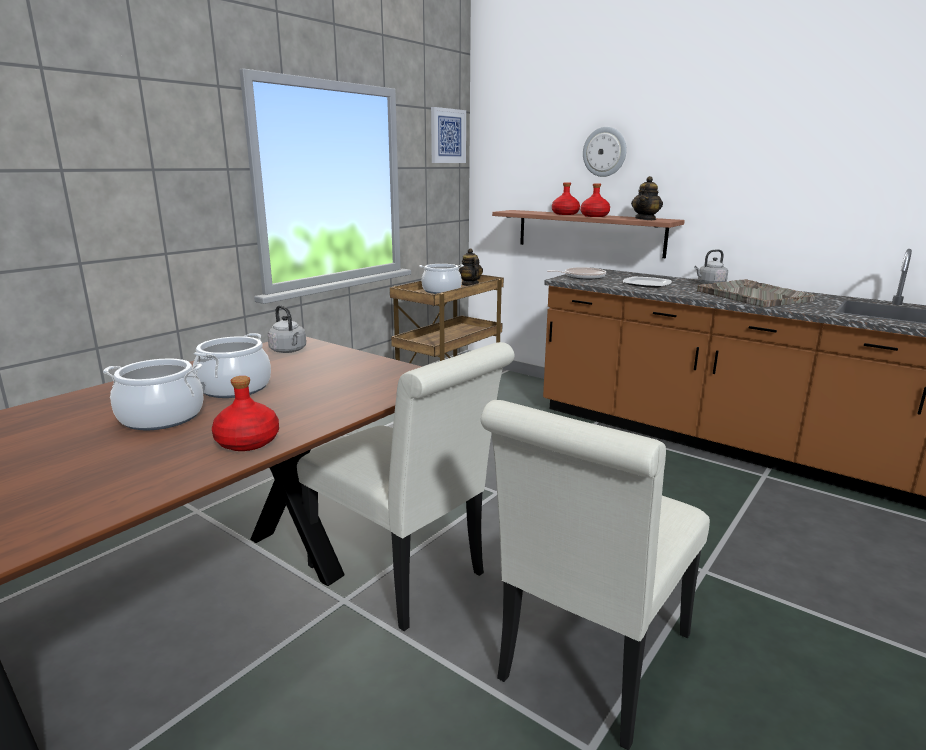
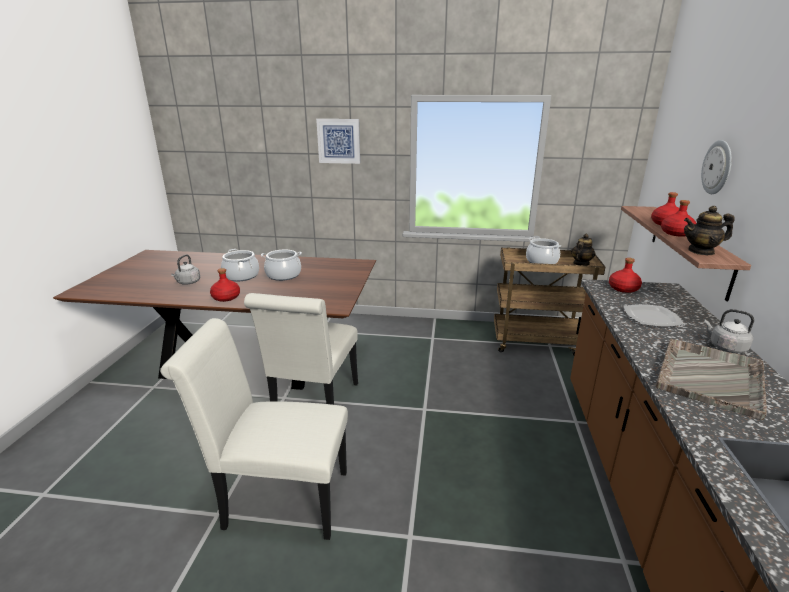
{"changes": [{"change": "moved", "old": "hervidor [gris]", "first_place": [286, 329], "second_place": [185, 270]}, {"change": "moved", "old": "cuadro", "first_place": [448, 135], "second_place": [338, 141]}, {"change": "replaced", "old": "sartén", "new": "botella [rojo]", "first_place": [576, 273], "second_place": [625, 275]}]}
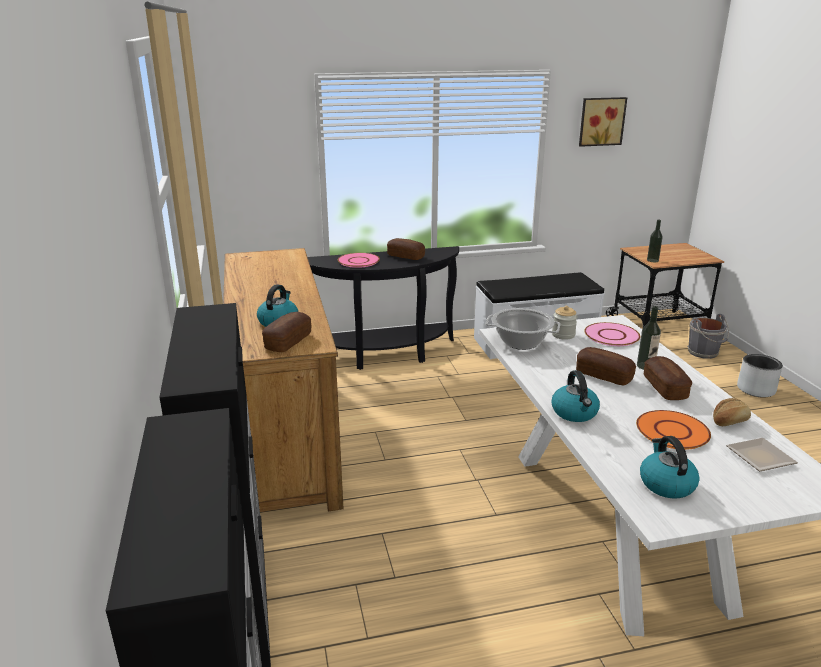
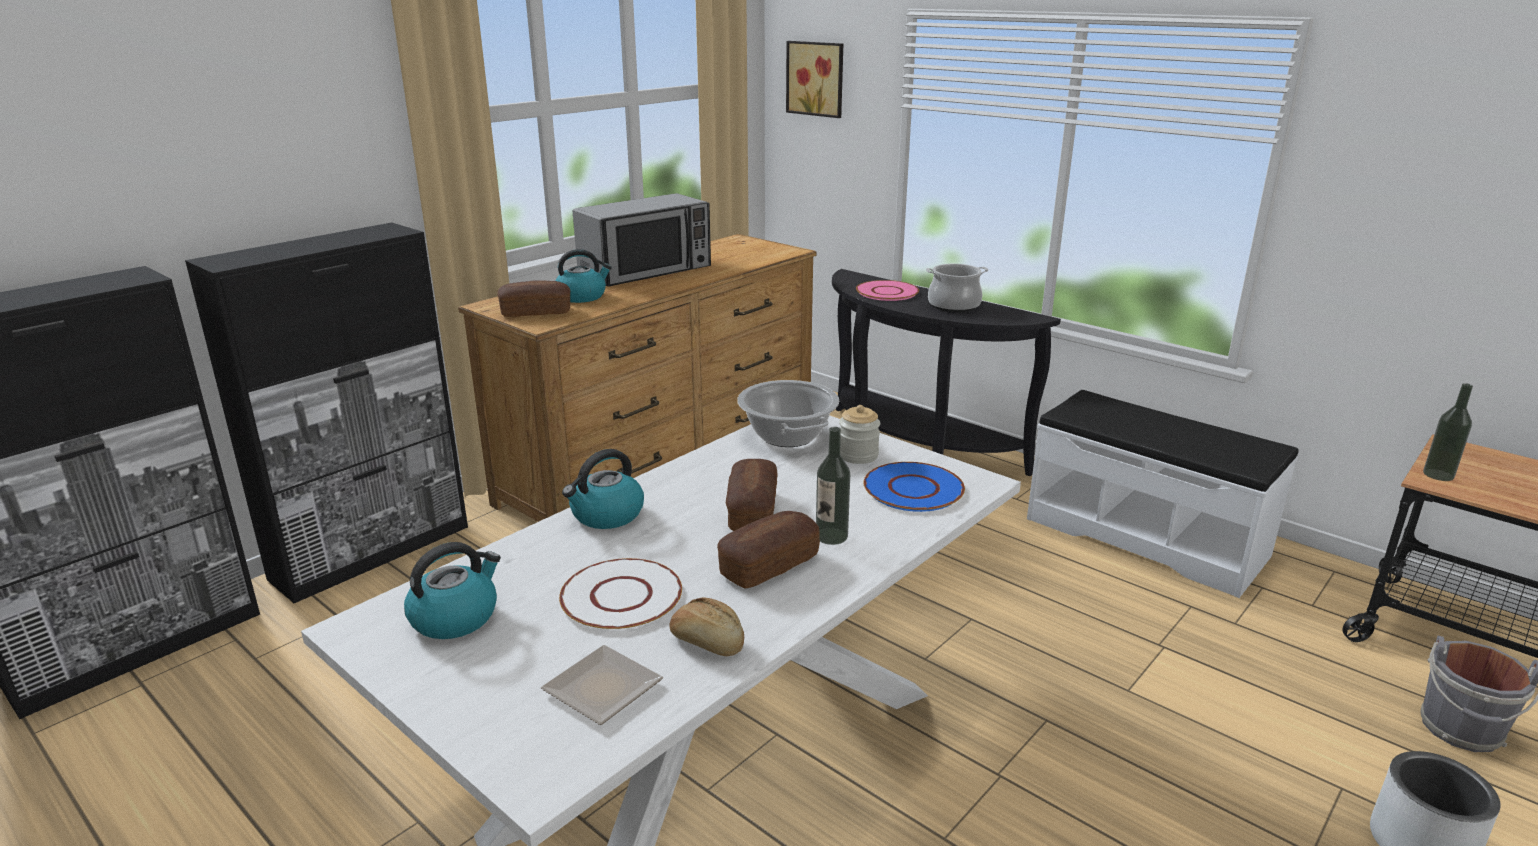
{"changes": [{"change": "recoloured", "old": "plato [naranja]", "new": "plato [blanco]", "first_place": [673, 430], "second_place": [620, 594]}, {"change": "added", "new": "microondas", "second_place": [642, 240]}, {"change": "moved", "old": "cuadro", "first_place": [603, 122], "second_place": [814, 79]}, {"change": "recoloured", "old": "plato [rosa]", "new": "plato [azul]", "first_place": [612, 334], "second_place": [914, 487]}, {"change": "replaced", "old": "pan", "new": "olla", "first_place": [406, 249], "second_place": [957, 288]}]}
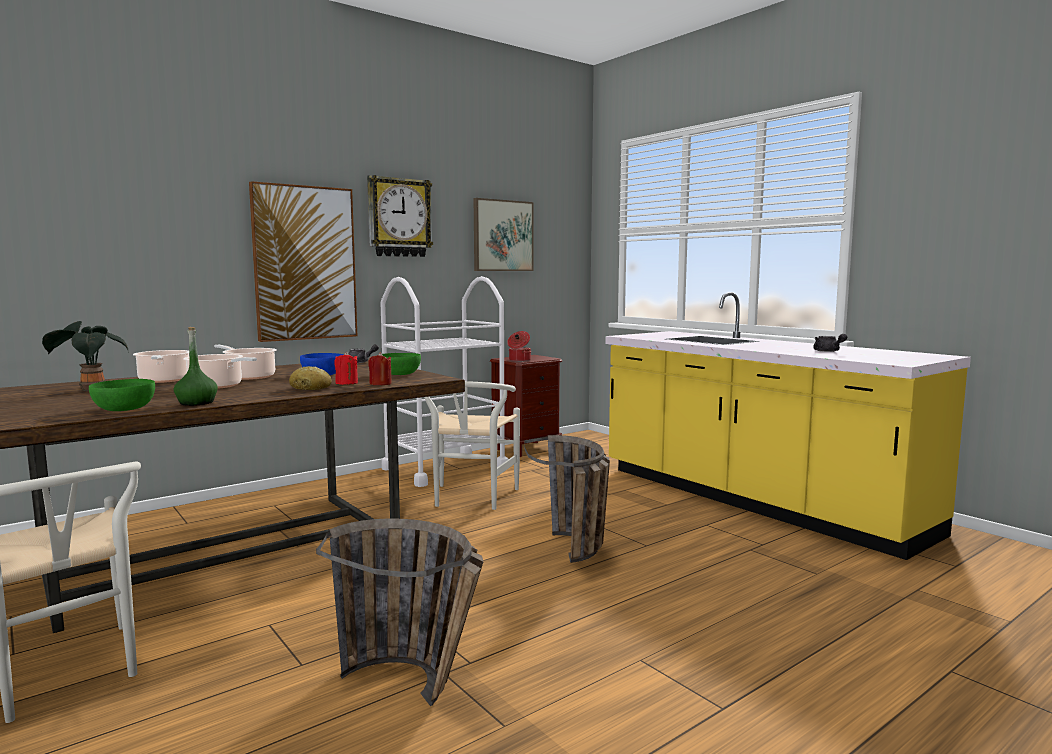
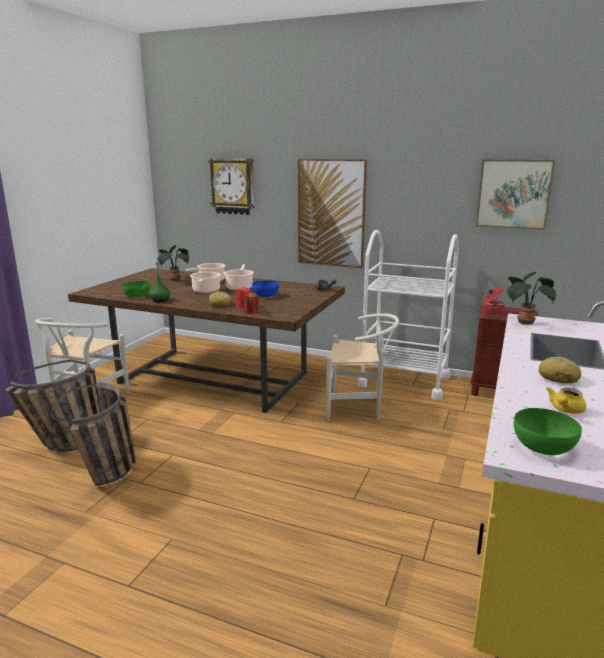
{"changes": [{"change": "moved", "old": "cesta", "first_place": [567, 499], "second_place": [53, 406]}, {"change": "moved", "old": "reloj de pared", "first_place": [400, 216], "second_place": [231, 186]}, {"change": "turned", "old": "silla [blanco]", "first_place": [472, 445], "second_place": [362, 367], "degrees": -150}, {"change": "added", "new": "planta en maceta", "second_place": [531, 298]}, {"change": "moved", "old": "cuenco [verde]", "first_place": [401, 364], "second_place": [548, 431]}, {"change": "added", "new": "pan", "second_place": [560, 370]}, {"change": "recoloured", "old": "tetera [gris]", "new": "tetera [amarillo]", "first_place": [830, 343], "second_place": [566, 400]}]}
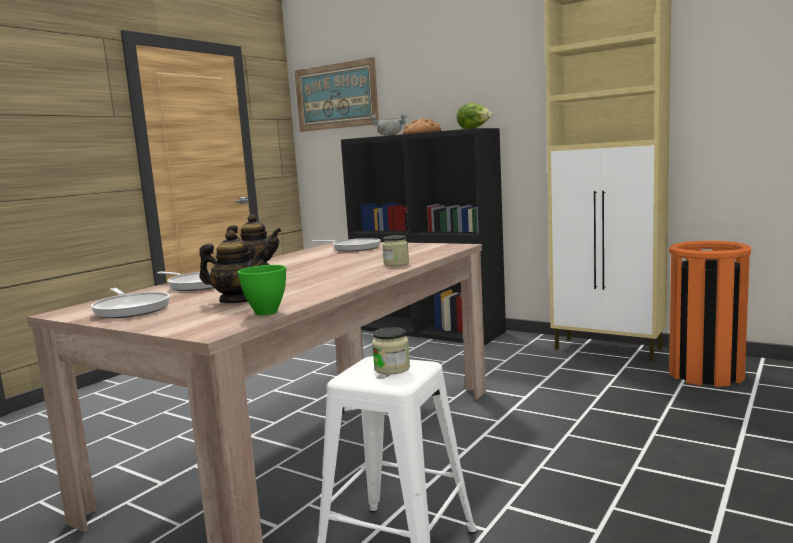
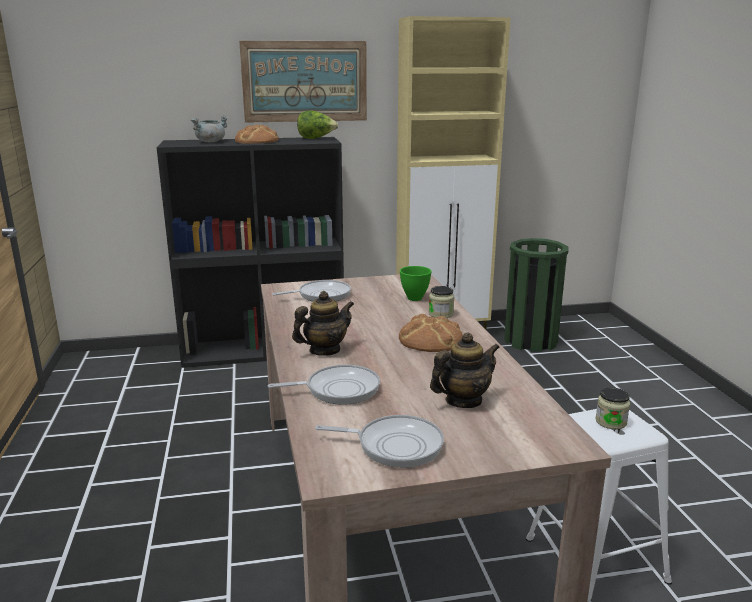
{"changes": [{"change": "moved", "old": "cuadro", "first_place": [337, 94], "second_place": [303, 82]}, {"change": "added", "new": "pan", "second_place": [431, 332]}, {"change": "moved", "old": "cuenco [verde]", "first_place": [262, 290], "second_place": [415, 283]}, {"change": "recoloured", "old": "papelera [naranja]", "new": "papelera [verde]", "first_place": [710, 314], "second_place": [536, 295]}]}
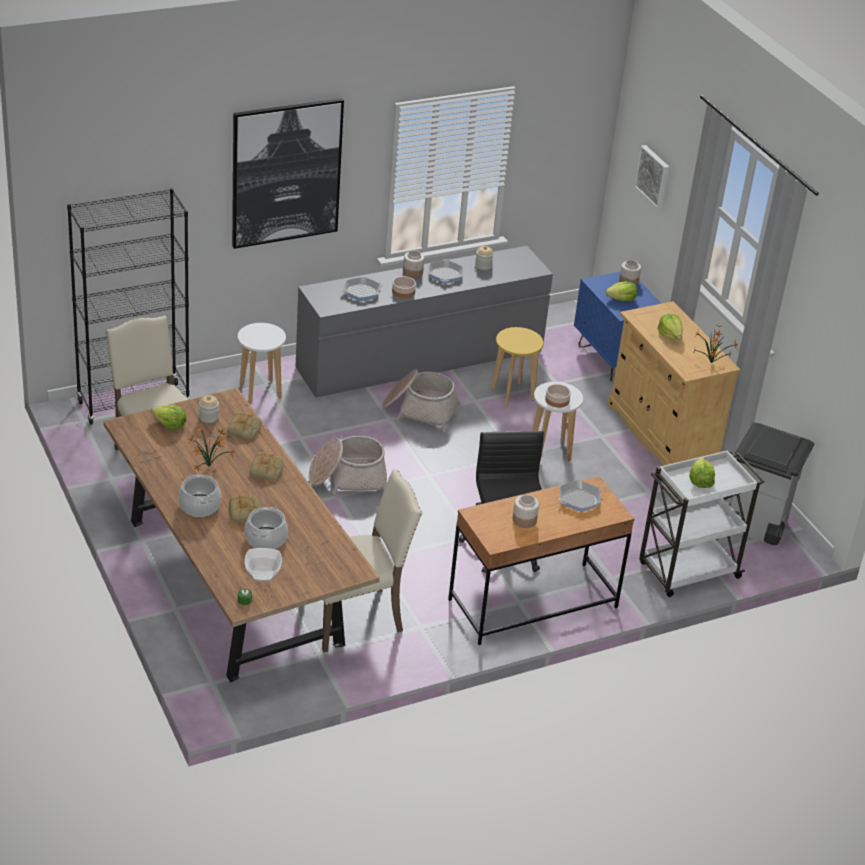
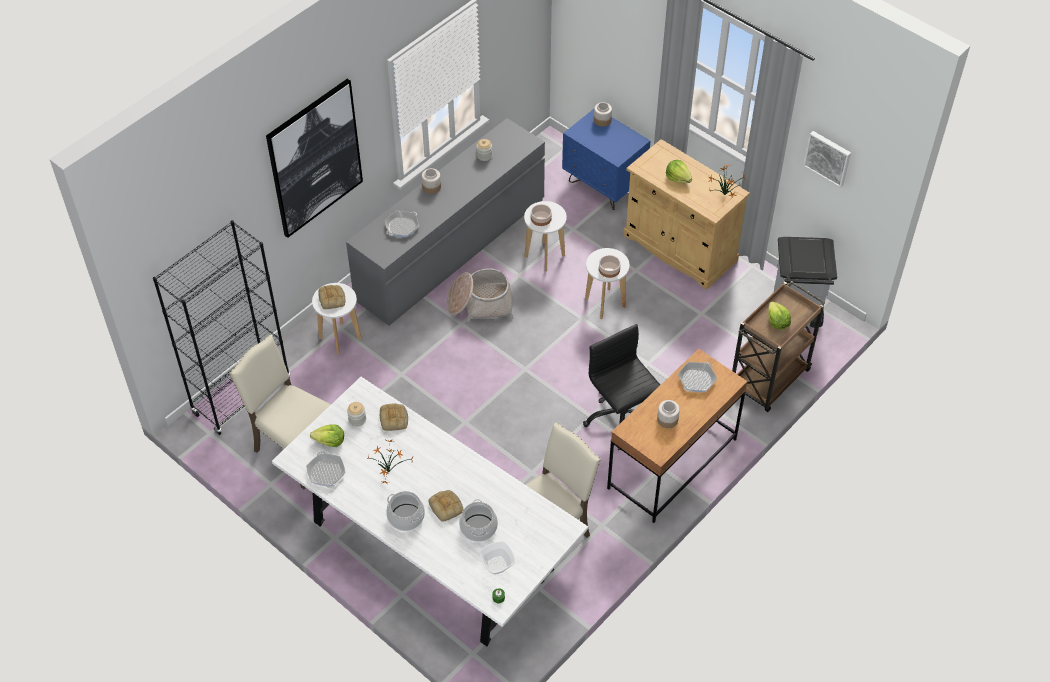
{"changes": [{"change": "recoloured", "old": "mesa de comedor [marrón]", "new": "mesa de comedor [blanco]", "first_place": [241, 535], "second_place": [430, 511]}, {"change": "moved", "old": "sartén", "first_place": [445, 271], "second_place": [326, 469]}, {"change": "moved", "old": "pan", "first_place": [266, 466], "second_place": [331, 297]}, {"change": "recoloured", "old": "taburete [amarillo]", "new": "taburete [blanco]", "first_place": [517, 367], "second_place": [545, 236]}, {"change": "moved", "old": "cuenco", "first_place": [404, 287], "second_place": [541, 215]}, {"change": "recoloured", "old": "carrito [blanco]", "new": "carrito [marrón]", "first_place": [702, 523], "second_place": [778, 346]}, {"change": "moved", "old": "cuadro", "first_place": [651, 177], "second_place": [827, 159]}, {"change": "removed", "old": "cesta", "first_place": [348, 465]}, {"change": "removed", "old": "lechuga", "first_place": [621, 291]}]}
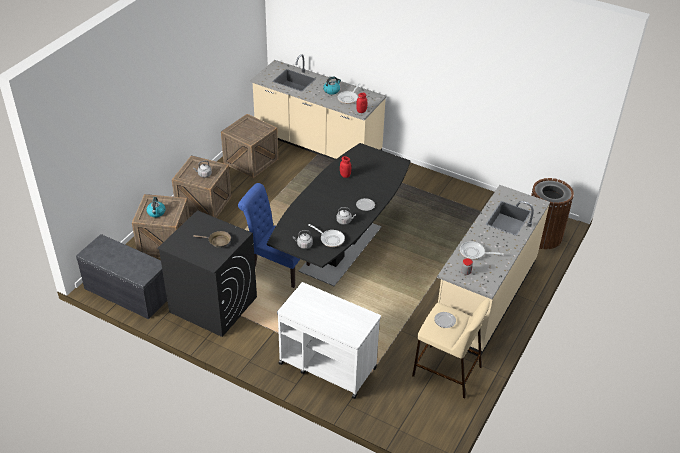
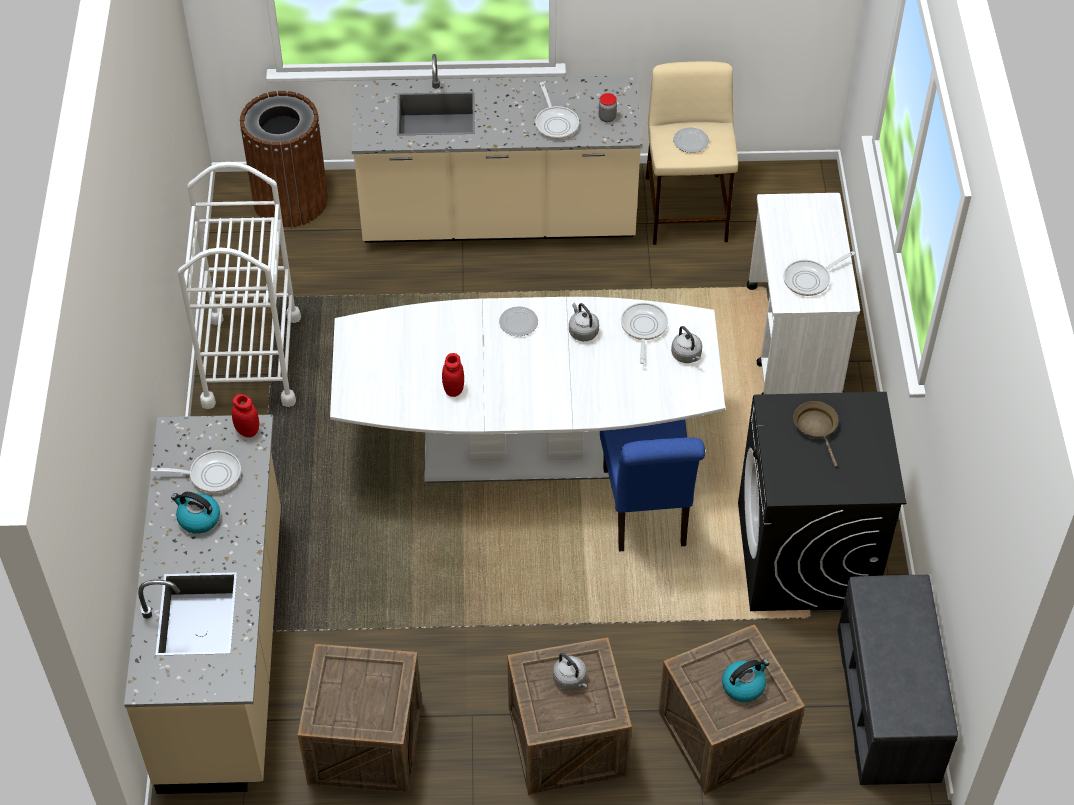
{"changes": [{"change": "added", "new": "carrito [blanco]", "second_place": [239, 285]}, {"change": "recoloured", "old": "mesa de comedor [negro]", "new": "mesa de comedor [blanco]", "first_place": [338, 214], "second_place": [527, 390]}, {"change": "added", "new": "sartén", "second_place": [819, 273]}]}
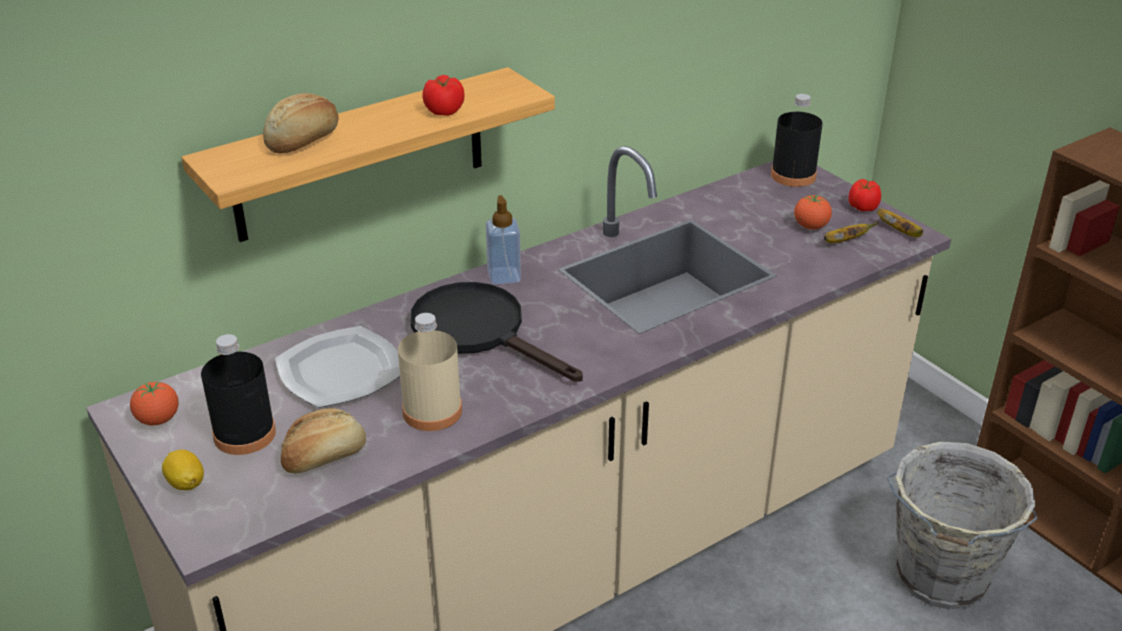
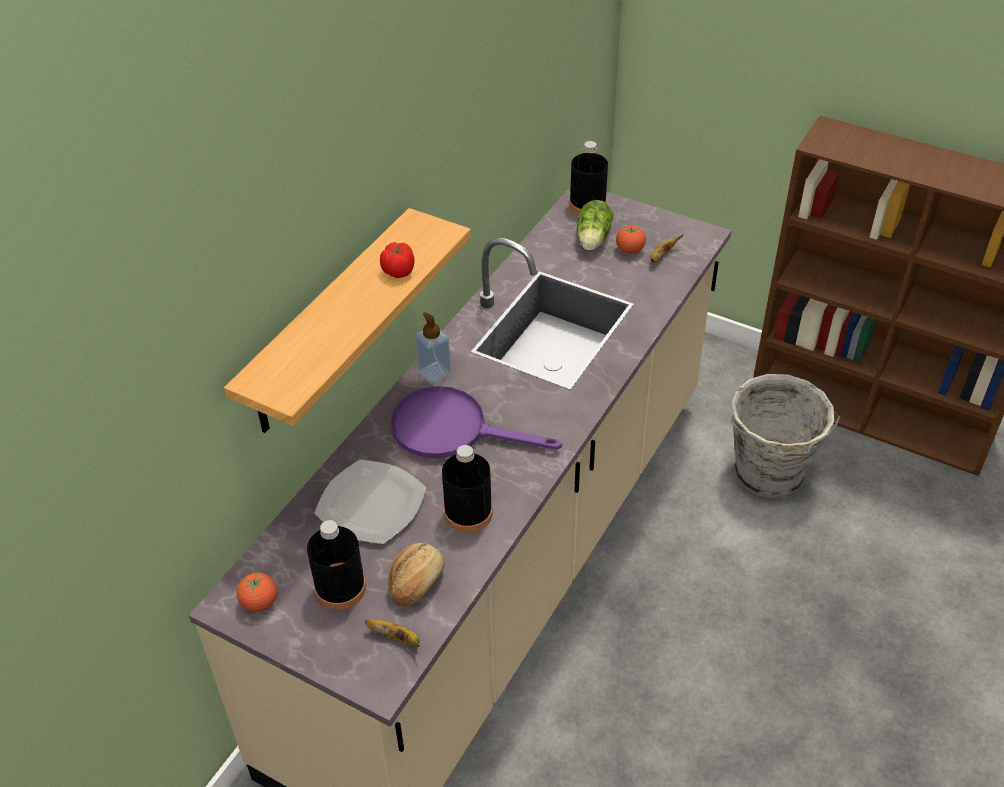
{"changes": [{"change": "moved", "old": "plátano", "first_place": [900, 223], "second_place": [392, 633]}, {"change": "recoloured", "old": "sartén [negro]", "new": "sartén [morado]", "first_place": [496, 332], "second_place": [476, 422]}, {"change": "recoloured", "old": "botella [beis]", "new": "botella [negro]", "first_place": [430, 372], "second_place": [467, 488]}, {"change": "added", "new": "lechuga", "second_place": [595, 225]}, {"change": "removed", "old": "limón", "first_place": [183, 470]}, {"change": "removed", "old": "pan", "first_place": [301, 123]}, {"change": "removed", "old": "tomate", "first_place": [864, 195]}]}
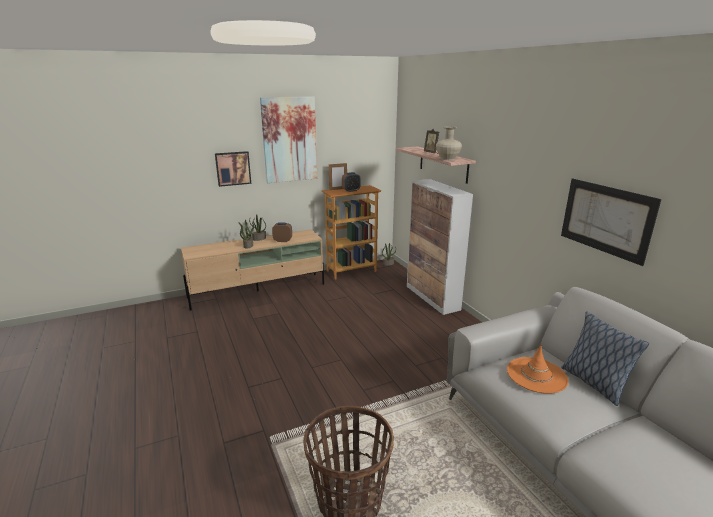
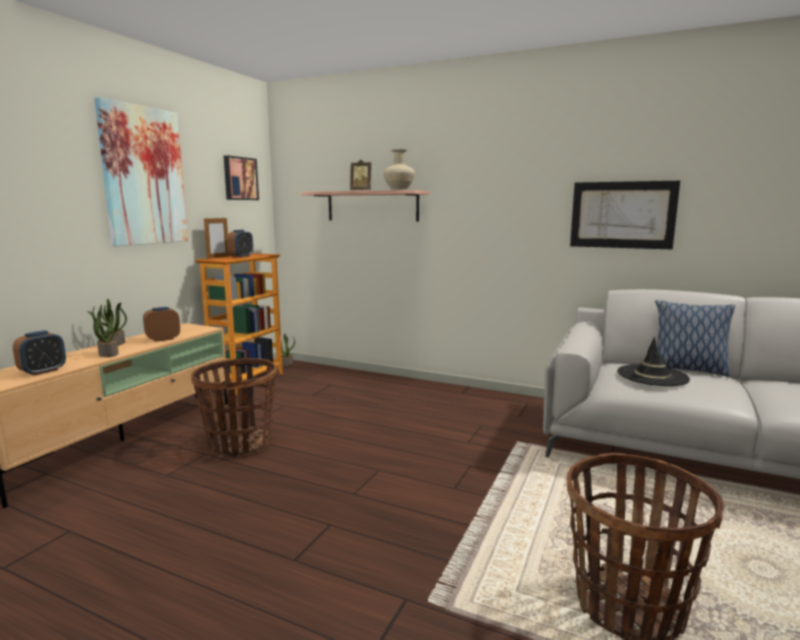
{"changes": [{"change": "added", "new": "despertador", "second_place": [39, 353]}, {"change": "added", "new": "cesta", "second_place": [234, 407]}, {"change": "moved", "old": "cuadro", "first_place": [233, 169], "second_place": [241, 177]}, {"change": "recoloured", "old": "sombrero [naranja]", "new": "sombrero [negro]", "first_place": [538, 369], "second_place": [653, 361]}, {"change": "removed", "old": "armario", "first_place": [440, 247]}]}
